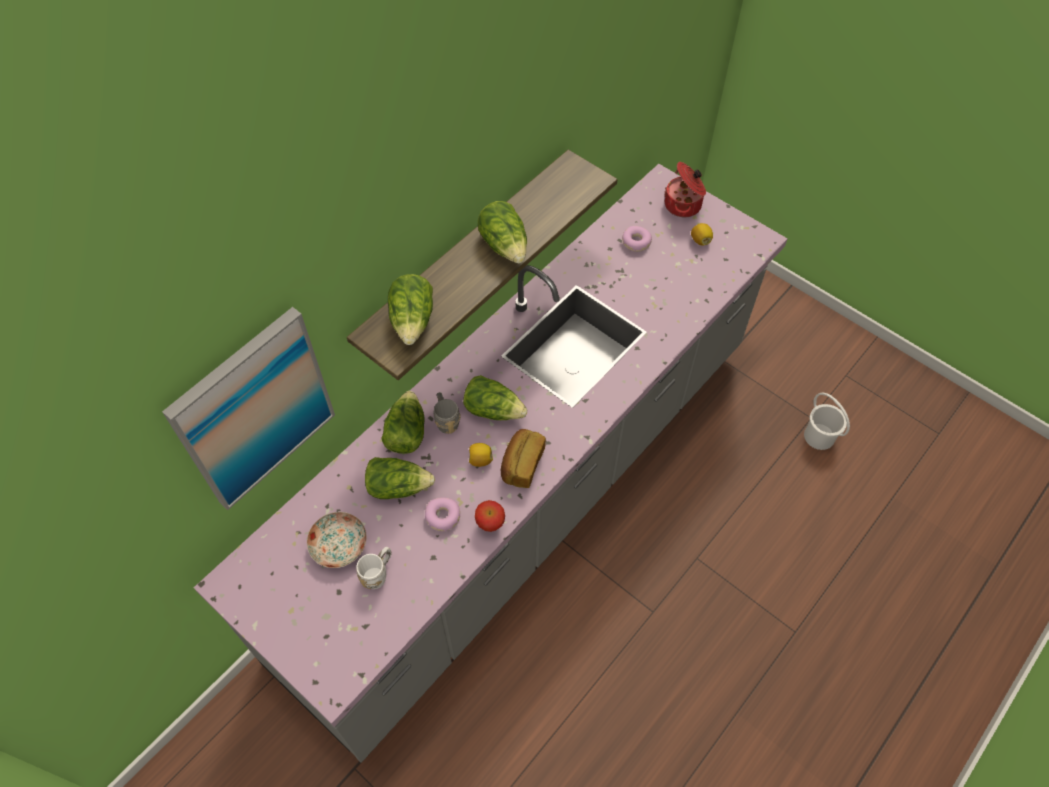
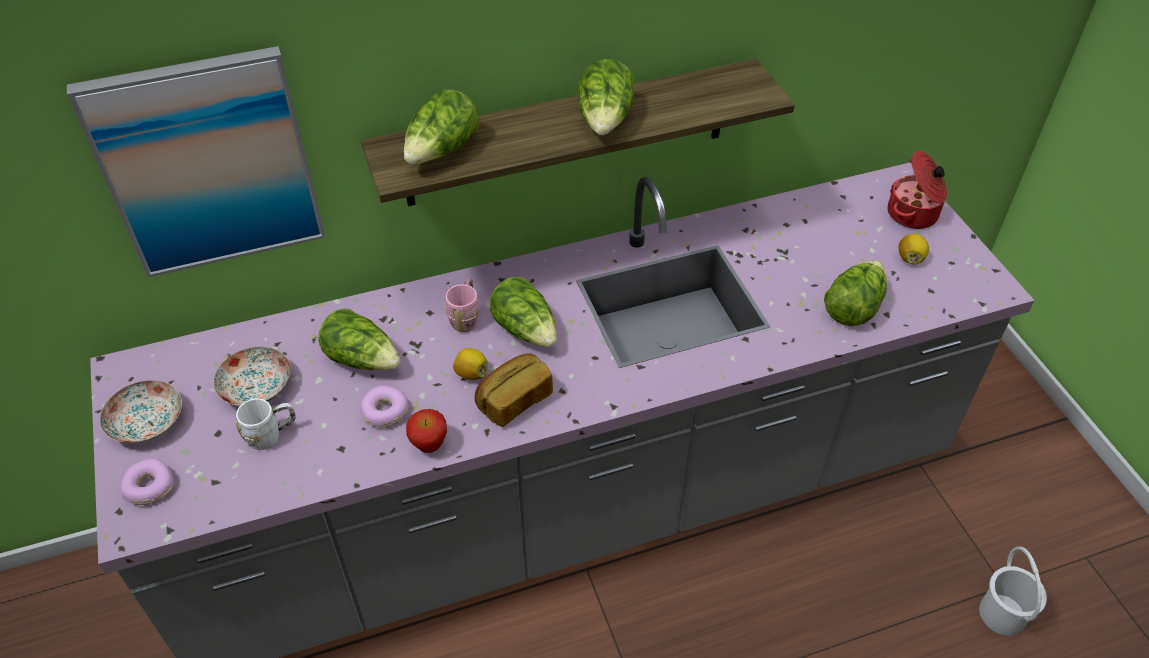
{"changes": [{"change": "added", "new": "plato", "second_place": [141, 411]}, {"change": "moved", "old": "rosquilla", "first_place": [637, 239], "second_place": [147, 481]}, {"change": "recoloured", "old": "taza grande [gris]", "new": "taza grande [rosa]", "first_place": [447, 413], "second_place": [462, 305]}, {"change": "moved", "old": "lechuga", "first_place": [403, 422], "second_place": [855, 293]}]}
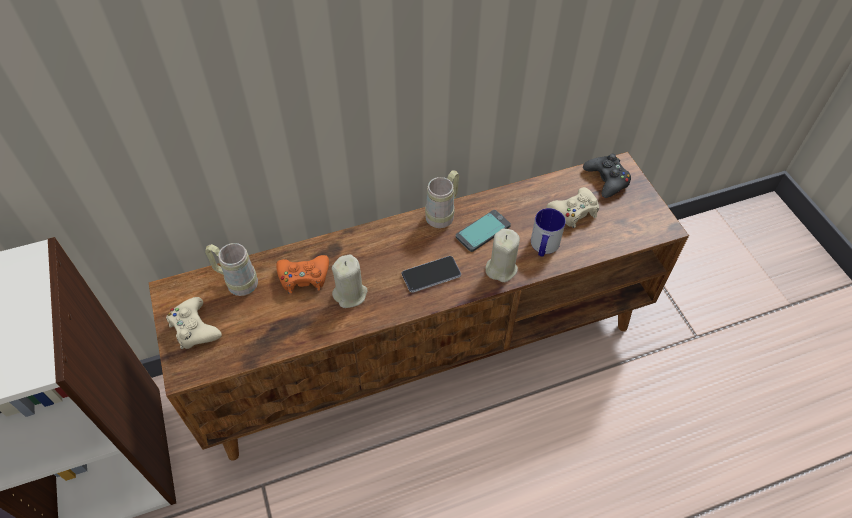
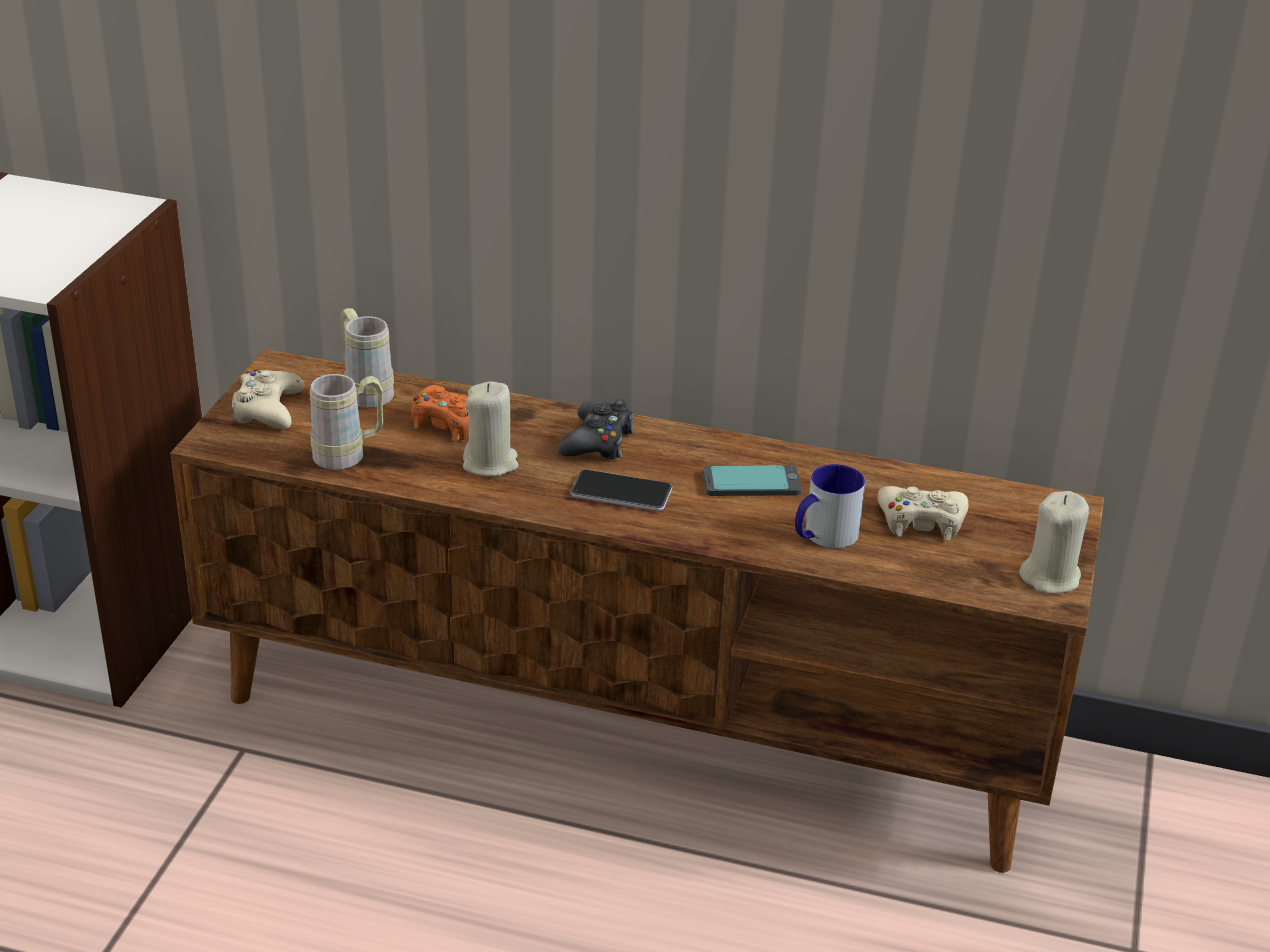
{"changes": [{"change": "moved", "old": "taza grande [beis]", "first_place": [442, 199], "second_place": [346, 422]}, {"change": "moved", "old": "mando de consola [negro]", "first_place": [607, 176], "second_place": [596, 429]}, {"change": "moved", "old": "vela [beis]", "first_place": [502, 255], "second_place": [1054, 542]}]}
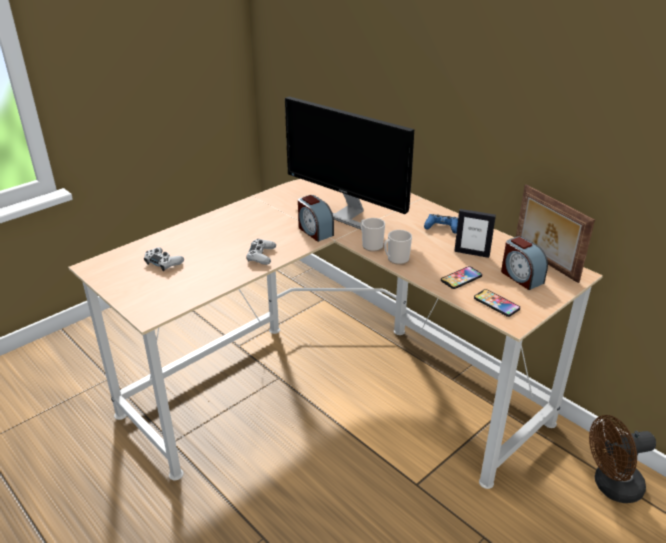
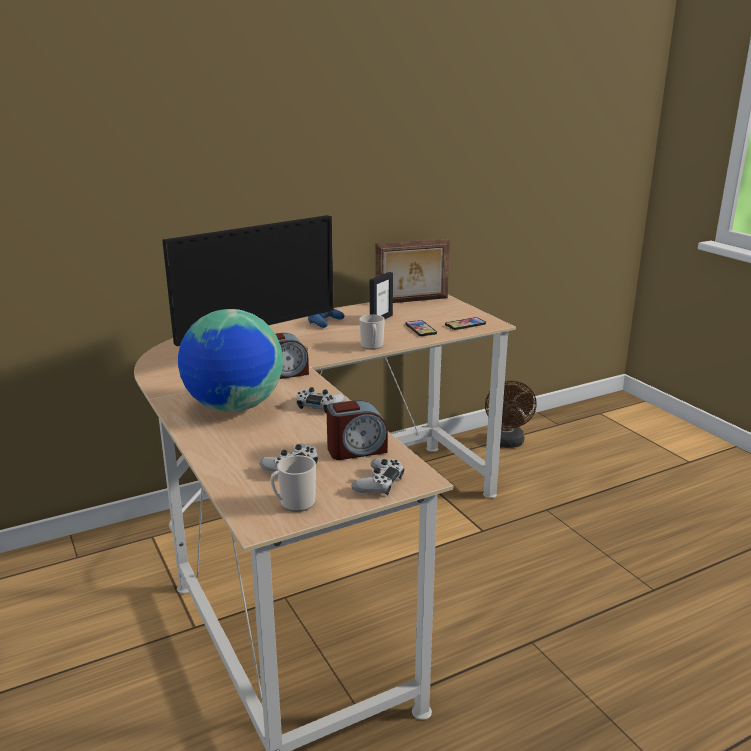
{"changes": [{"change": "added", "new": "globo terráqueo", "second_place": [230, 360]}, {"change": "moved", "old": "taza grande", "first_place": [373, 235], "second_place": [293, 483]}, {"change": "moved", "old": "despertador", "first_place": [524, 263], "second_place": [357, 430]}, {"change": "added", "new": "mando de consola [blanco]", "second_place": [377, 477]}]}
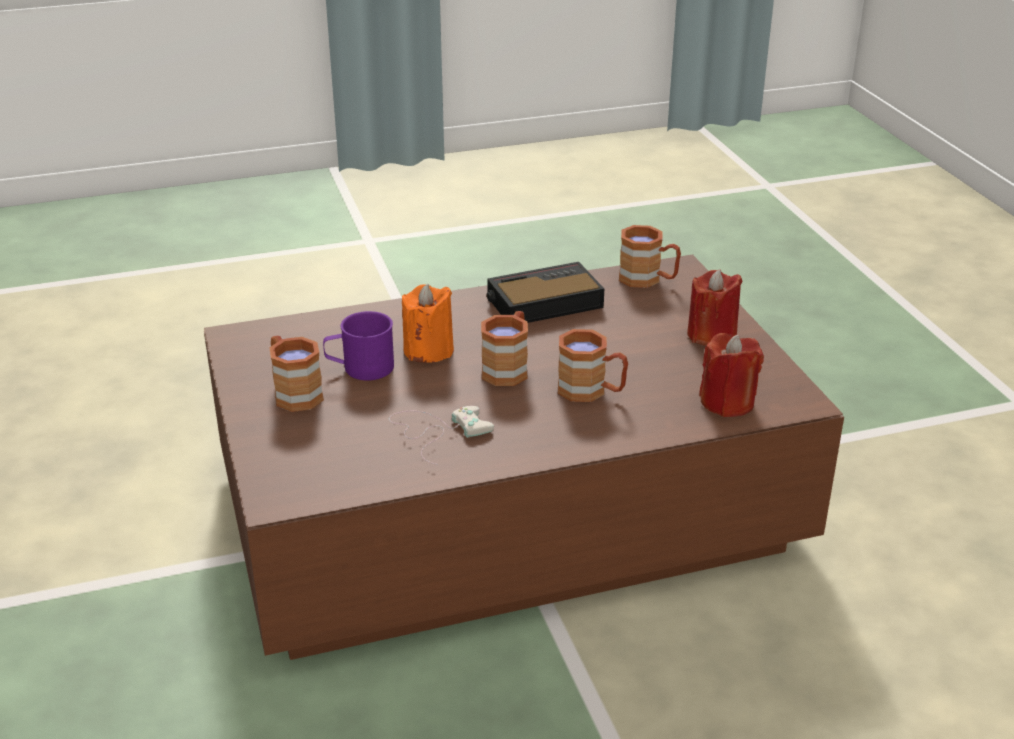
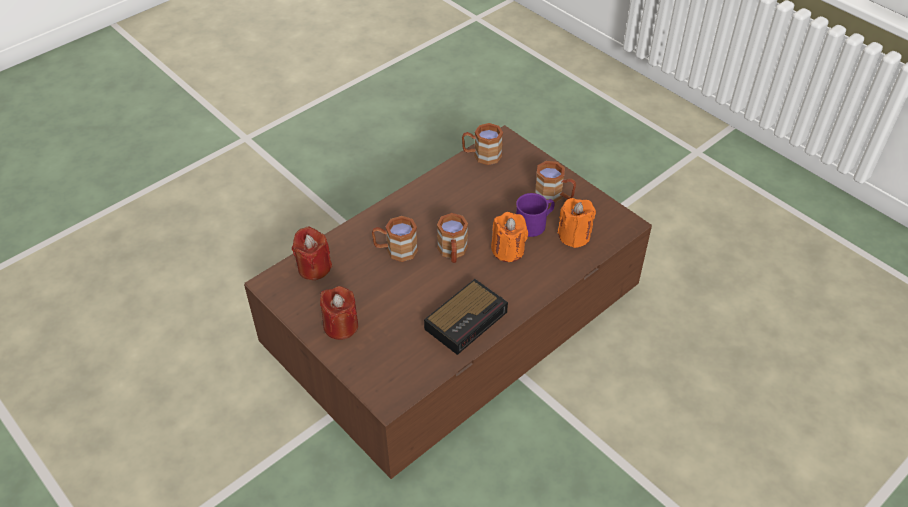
{"changes": [{"change": "moved", "old": "taza grande [marrón]", "first_place": [650, 256], "second_place": [482, 144]}, {"change": "added", "new": "vela [naranja]", "second_place": [576, 223]}, {"change": "removed", "old": "mando de consola [blanco]", "first_place": [441, 435]}]}
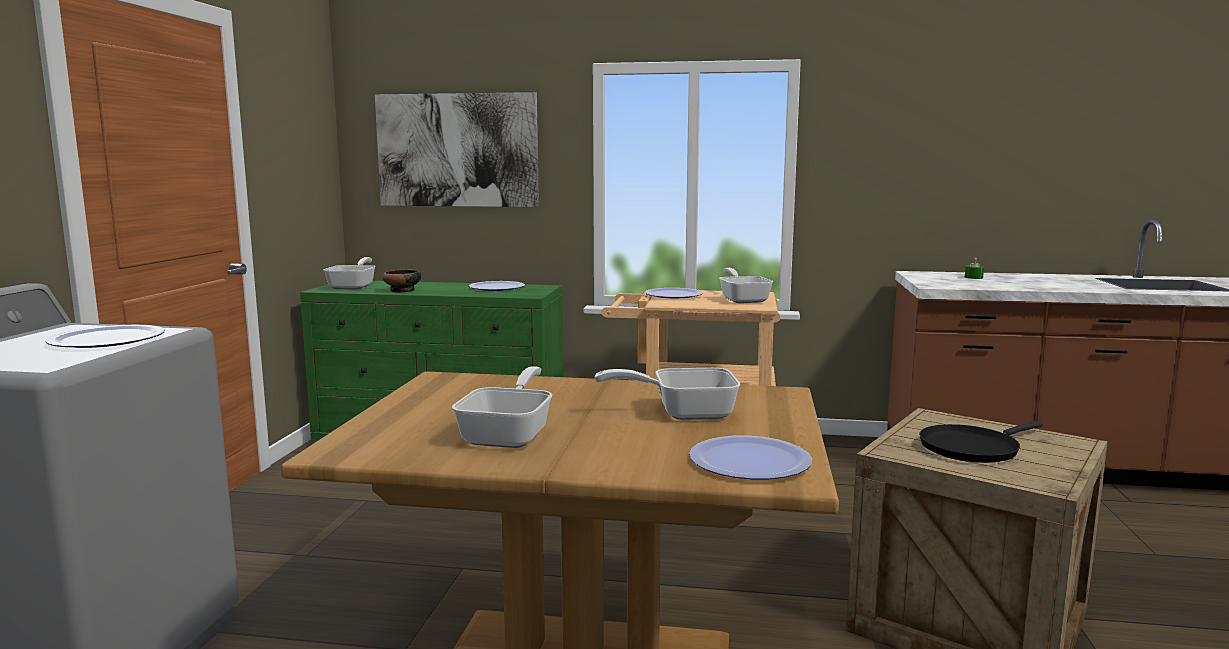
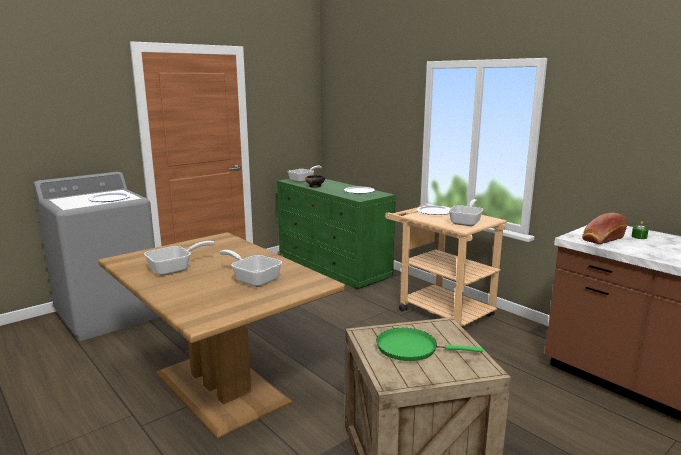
{"changes": [{"change": "recoloured", "old": "sartén [negro]", "new": "sartén [verde]", "first_place": [981, 442], "second_place": [429, 344]}, {"change": "added", "new": "pan", "second_place": [605, 228]}, {"change": "removed", "old": "cuadro", "first_place": [457, 149]}, {"change": "removed", "old": "plato", "first_place": [750, 457]}]}
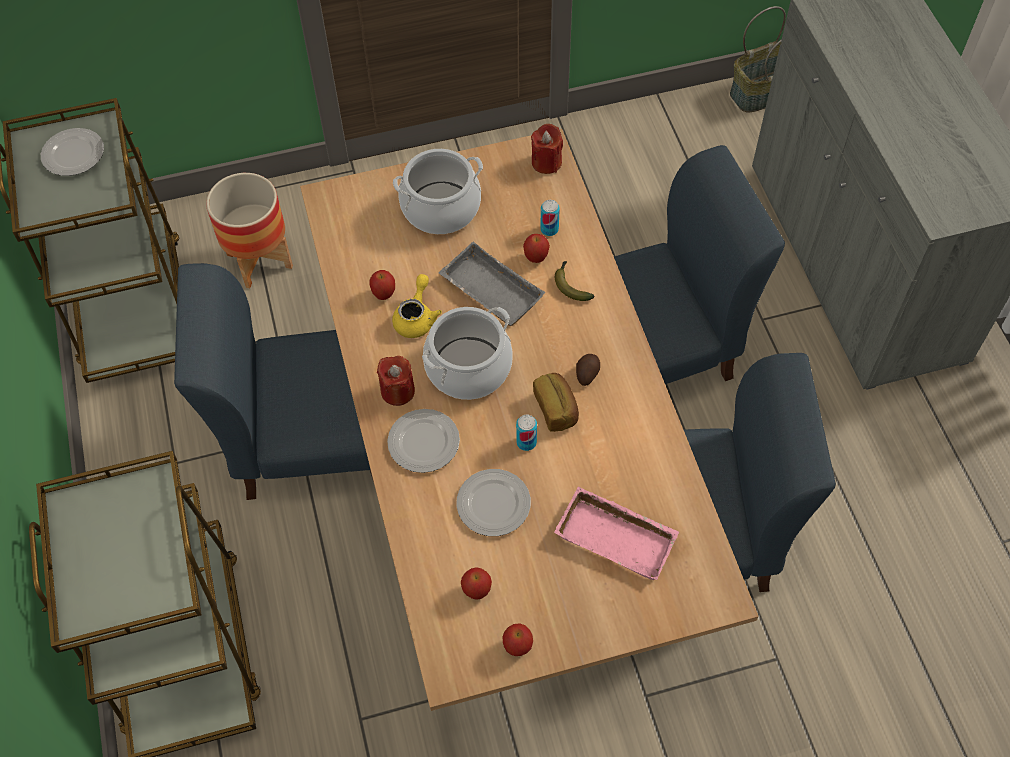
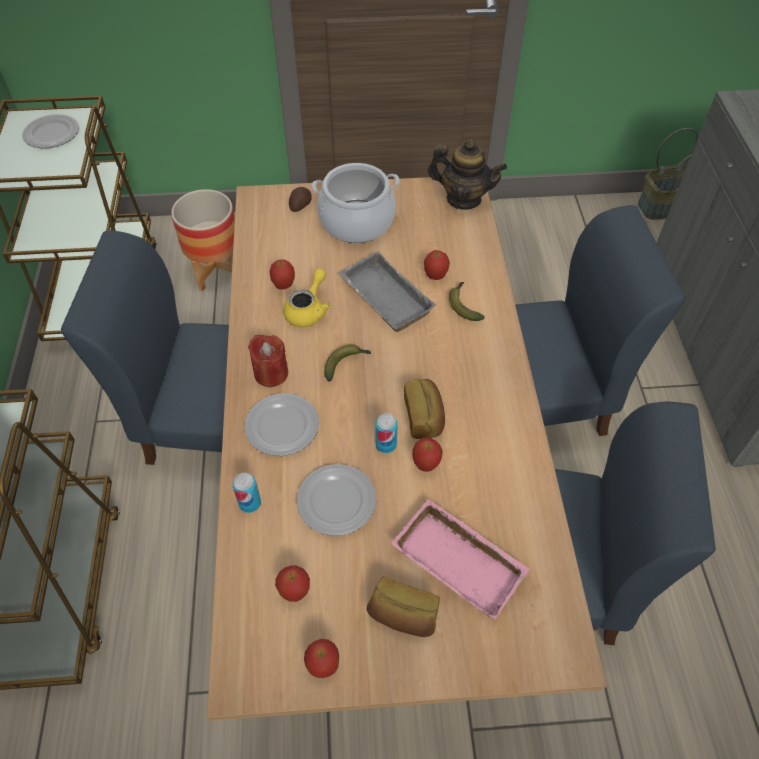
{"changes": [{"change": "moved", "old": "lata", "first_place": [550, 218], "second_place": [246, 492]}, {"change": "moved", "old": "patata", "first_place": [588, 370], "second_place": [300, 199]}, {"change": "replaced", "old": "olla", "new": "plátano", "first_place": [467, 353], "second_place": [347, 363]}, {"change": "added", "new": "pan", "second_place": [403, 606]}, {"change": "added", "new": "manzana", "second_place": [427, 454]}, {"change": "replaced", "old": "vela [rojo]", "new": "tetera", "first_place": [547, 149], "second_place": [467, 174]}]}
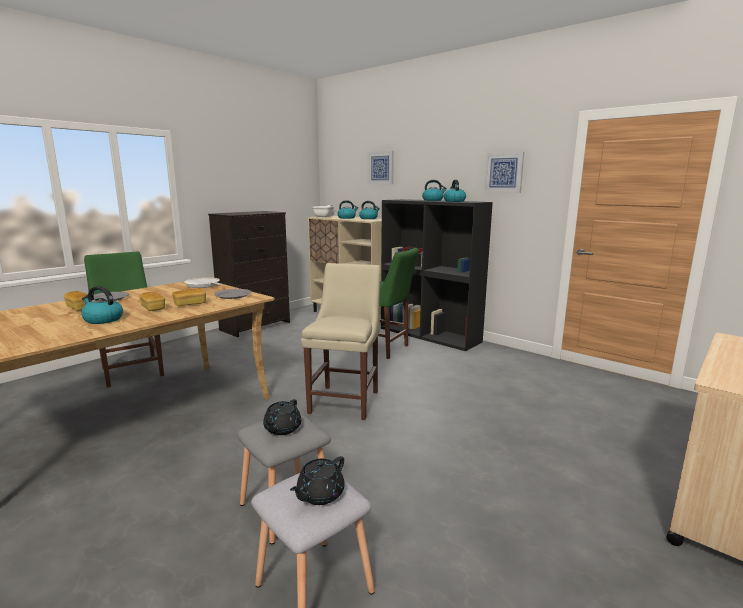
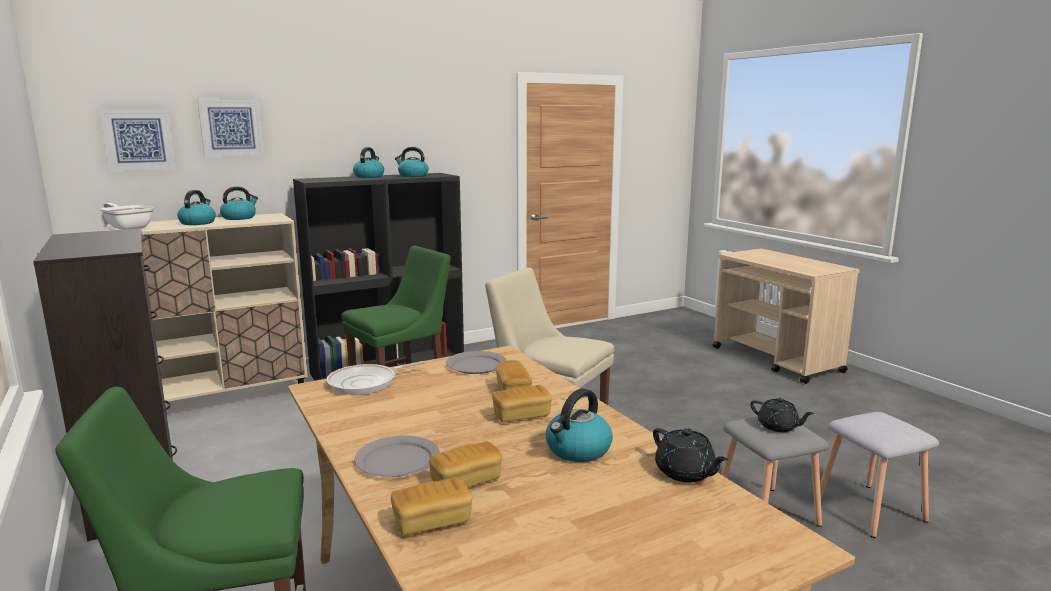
{"changes": [{"change": "moved", "old": "cuadro", "first_place": [504, 172], "second_place": [138, 140]}, {"change": "added", "new": "pan", "second_place": [431, 506]}, {"change": "moved", "old": "tetera [negro]", "first_place": [317, 480], "second_place": [690, 455]}]}
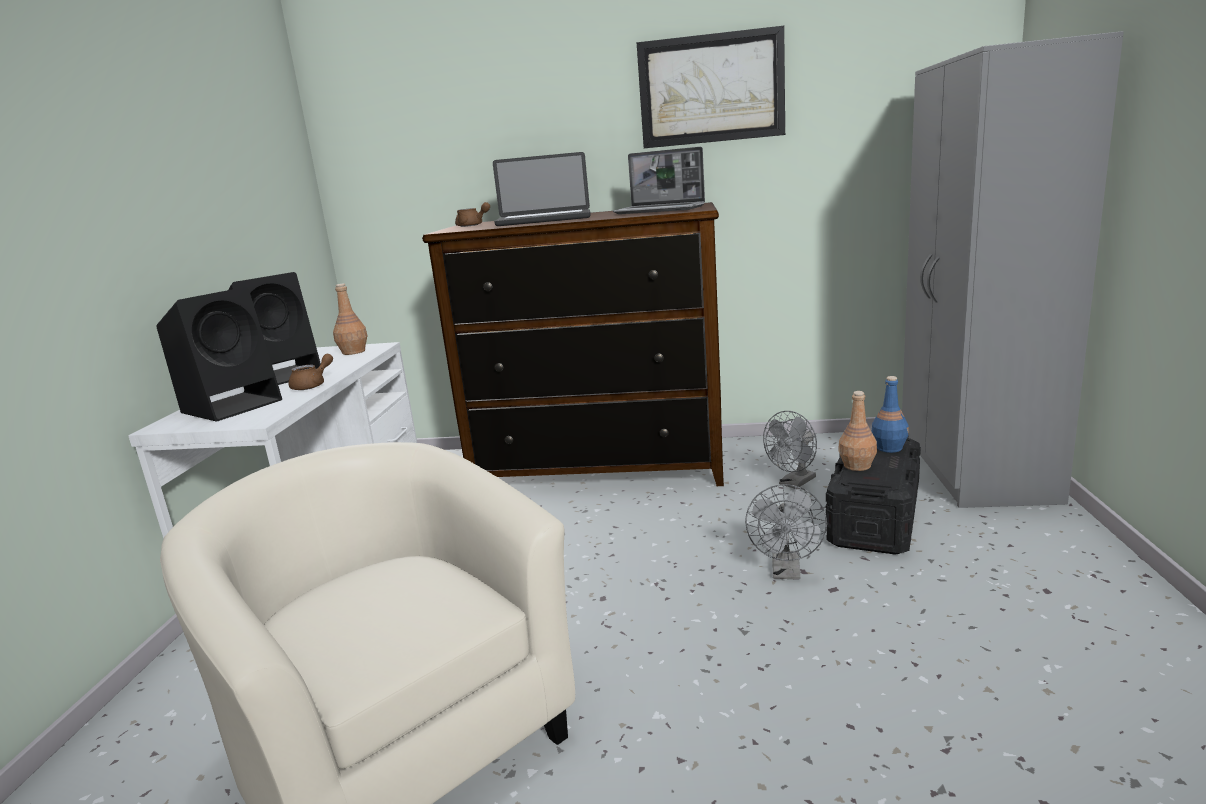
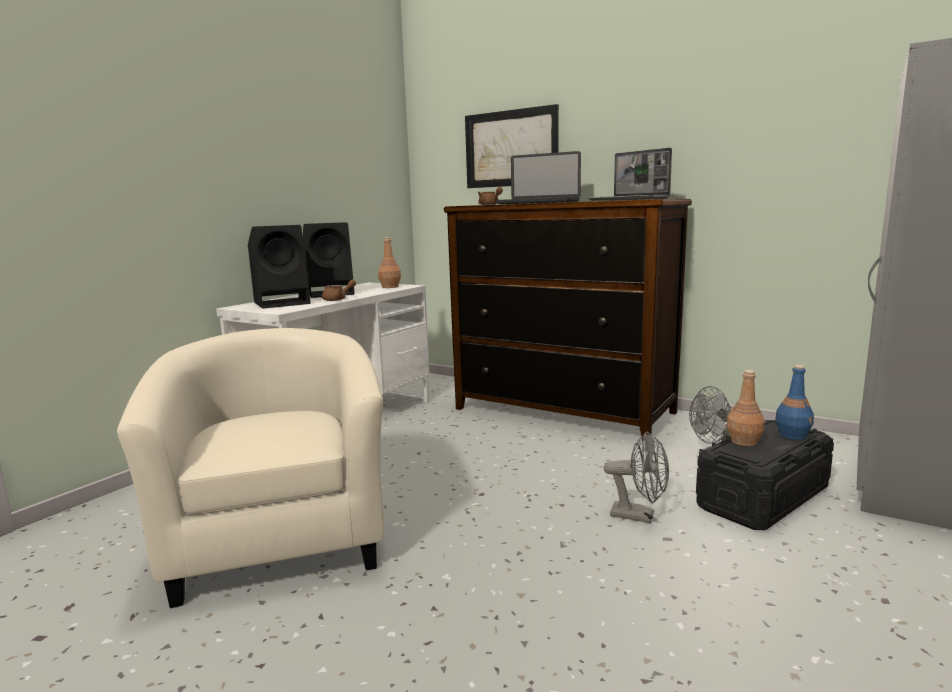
{"changes": [{"change": "moved", "old": "cuadro", "first_place": [711, 87], "second_place": [512, 146]}, {"change": "turned", "old": "ventilador [gris]", "first_place": [786, 532], "second_place": [636, 477], "degrees": -105}]}
